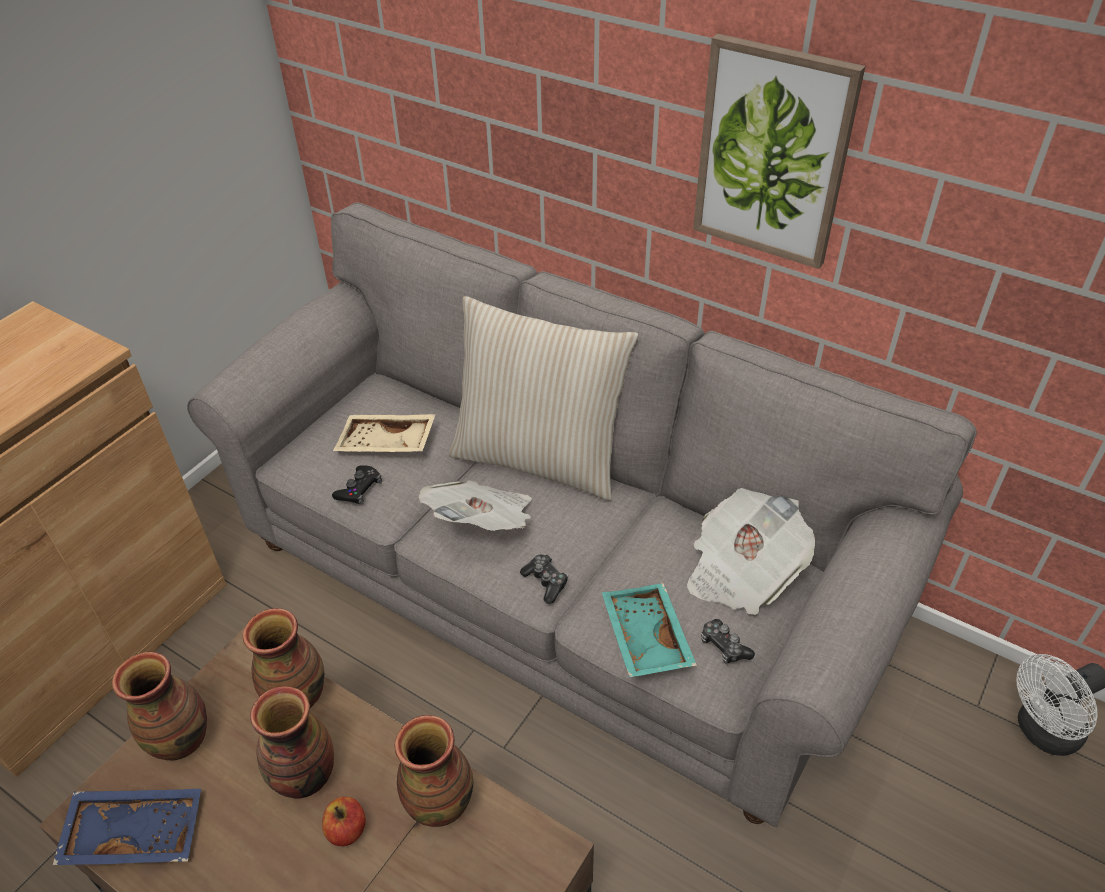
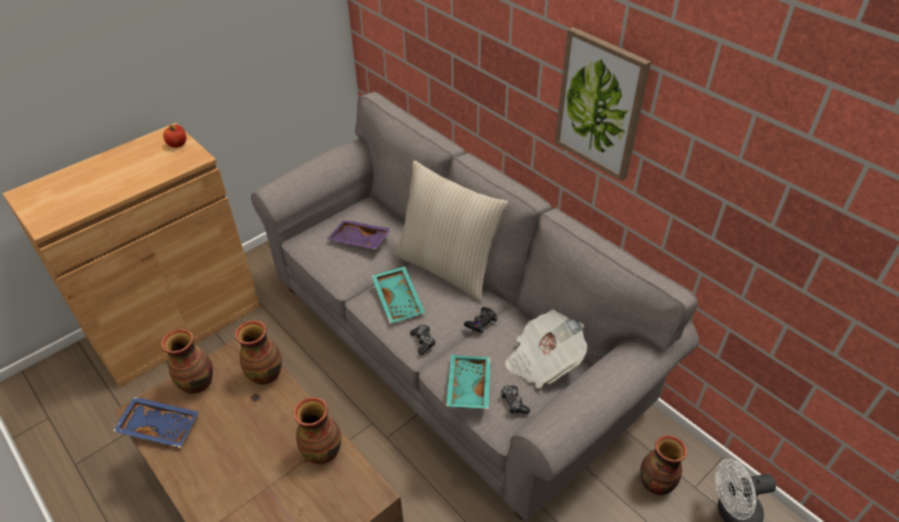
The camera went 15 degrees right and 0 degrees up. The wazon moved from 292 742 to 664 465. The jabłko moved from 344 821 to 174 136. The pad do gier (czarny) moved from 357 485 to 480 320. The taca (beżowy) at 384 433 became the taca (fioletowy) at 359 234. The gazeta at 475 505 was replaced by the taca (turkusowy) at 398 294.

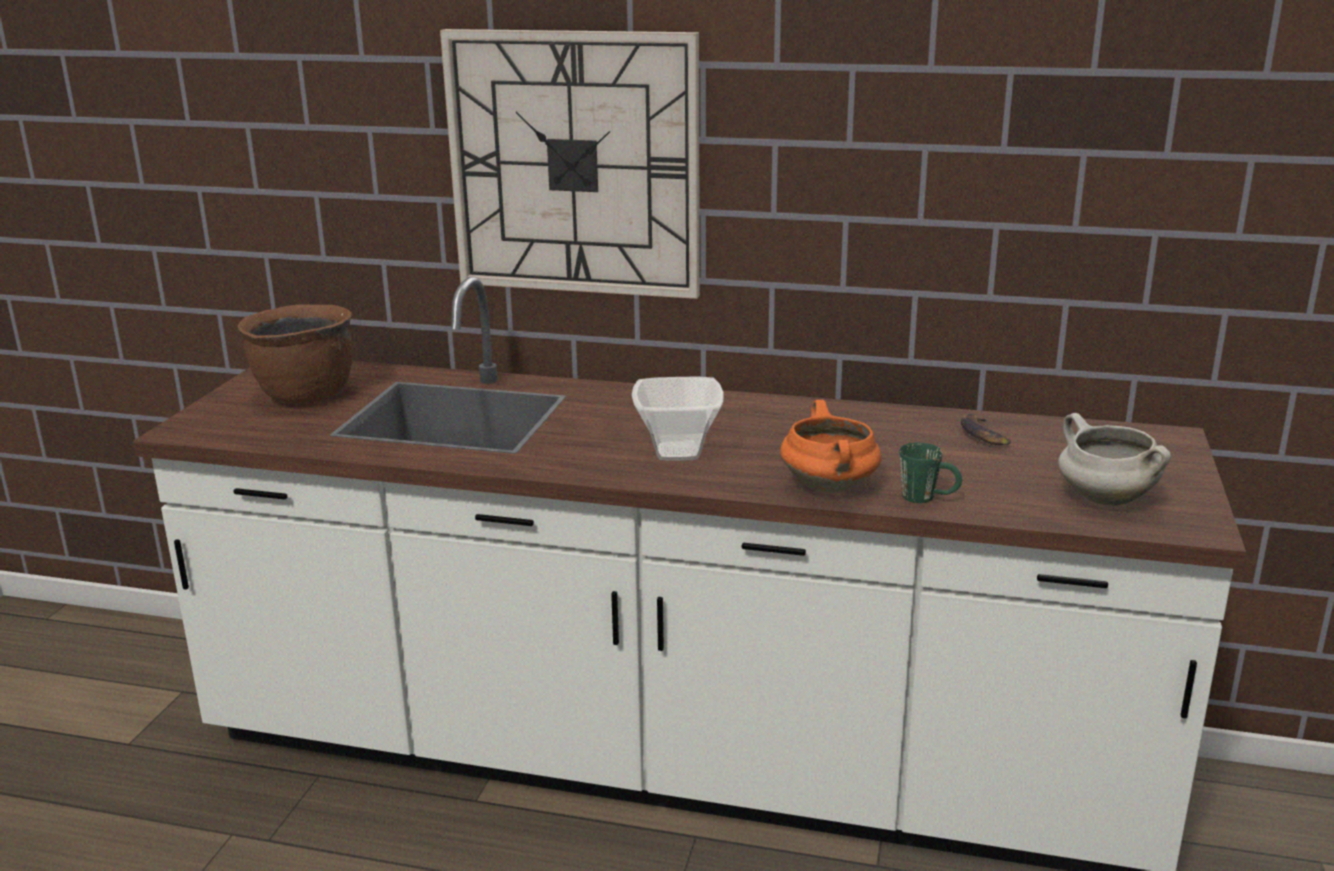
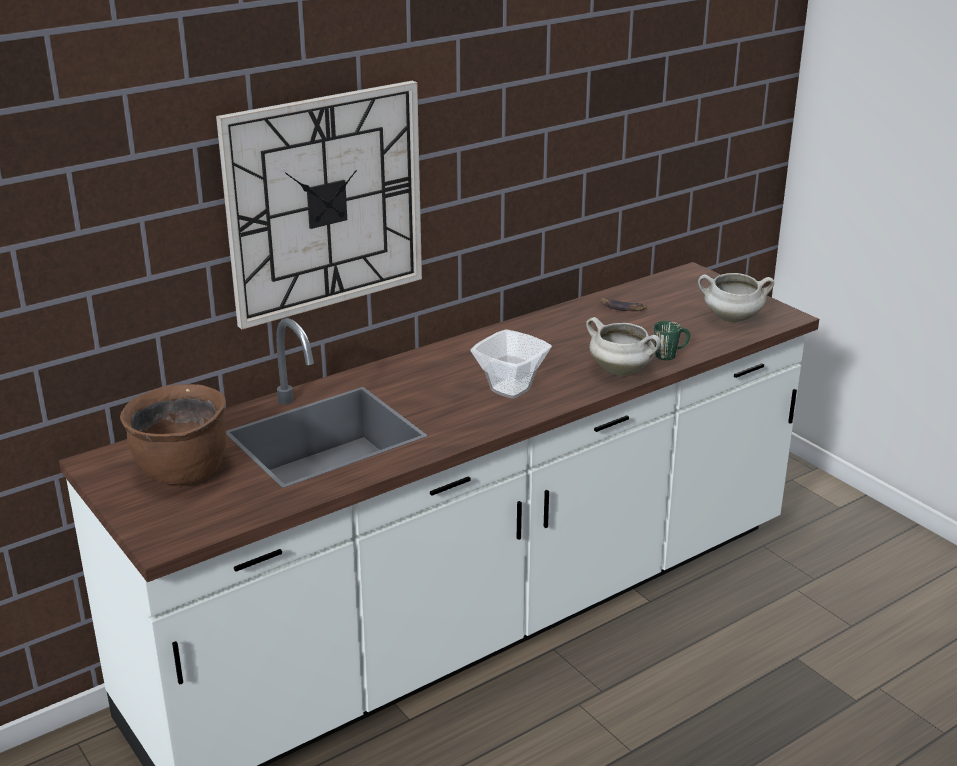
The camera went 50 degrees left and 5 degrees up. The garnek (pomarańczowy) at 830 446 became the garnek (biały) at 623 346.

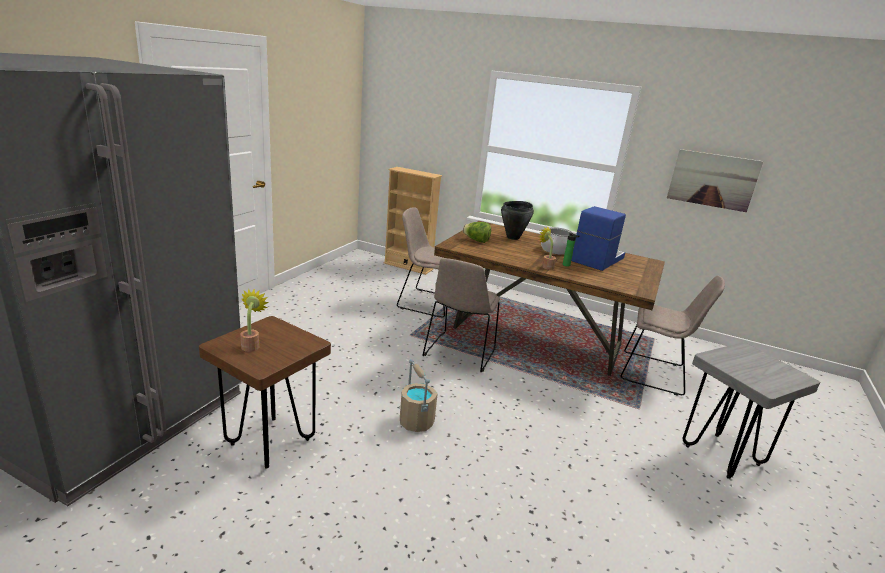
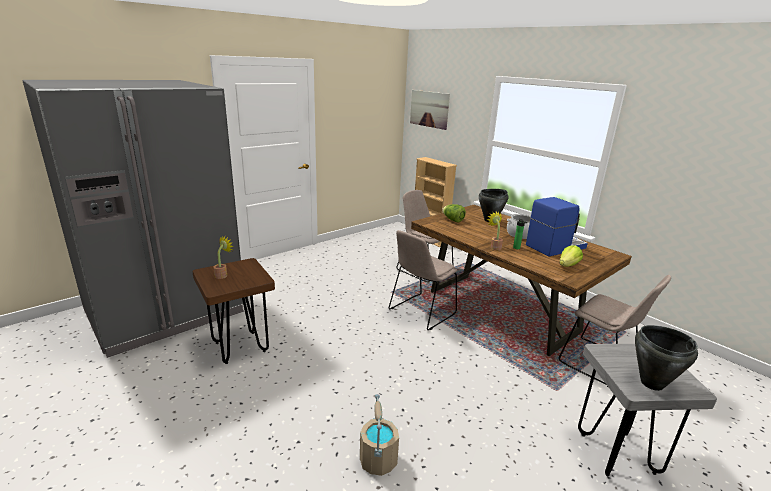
The camera went 25 degrees right and 0 degrees up. The wiadro (beżowy) moved from 419 395 to 379 435. The obraz moved from 715 180 to 430 110. The sałata at 571 256 appeared. The garnek (czarny) at 666 358 appeared.

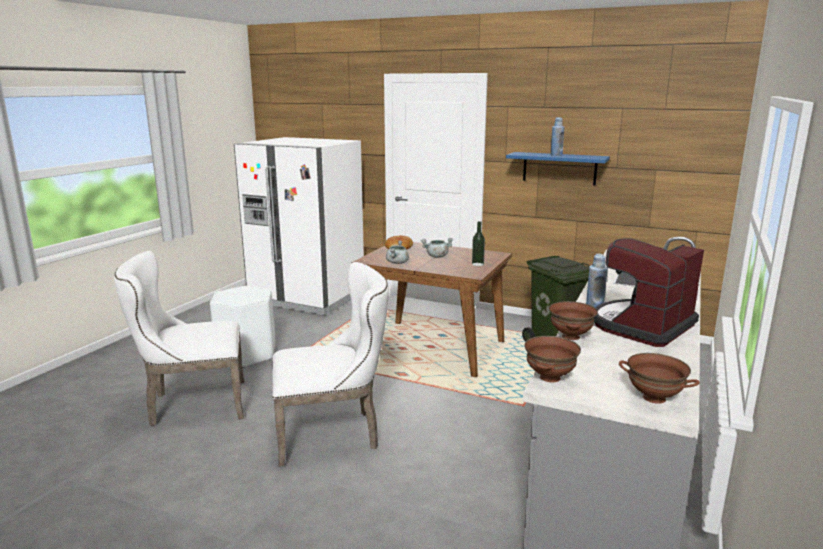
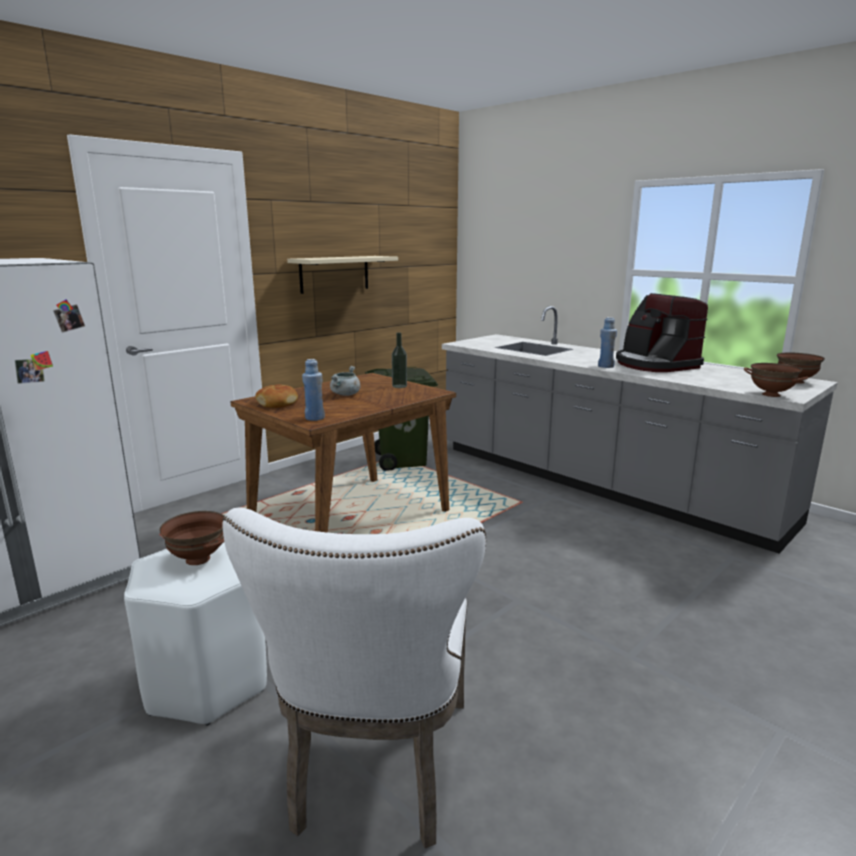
The camera went 70 degrees left and 0 degrees up. The krzesło (biały) at 331 364 disappeared. The garnek (szary) at 397 252 disappeared. The półka (niebieski) at 558 168 became the półka (beżowy) at 342 275. The miska (brązowy) moved from 573 320 to 191 538. The butelka (niebieski) moved from 557 136 to 313 390.

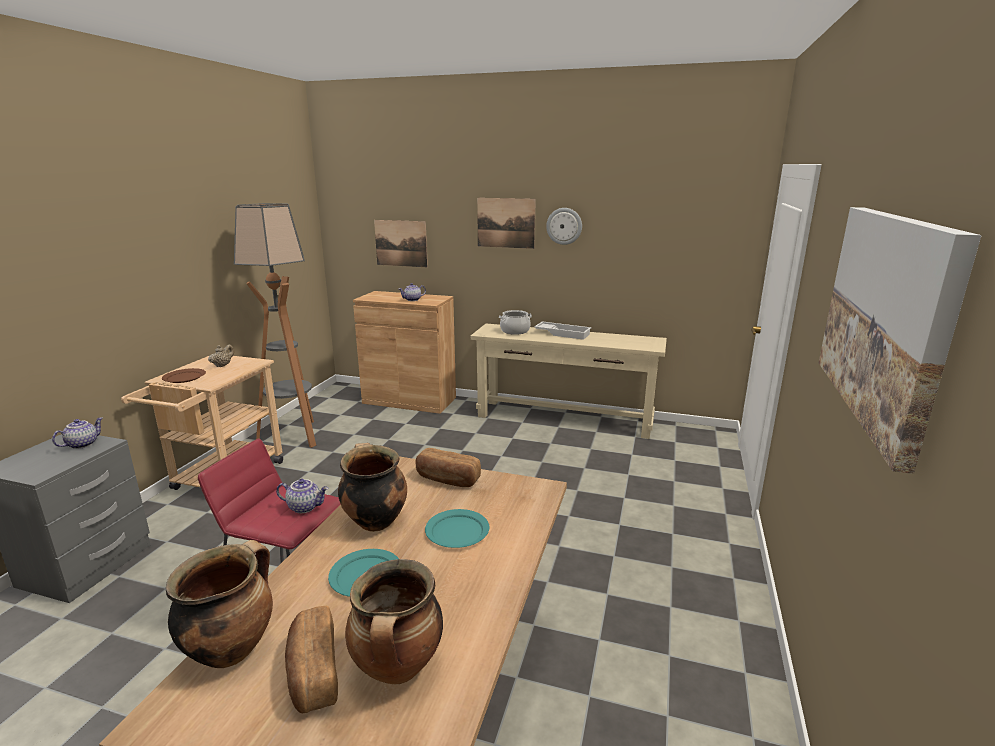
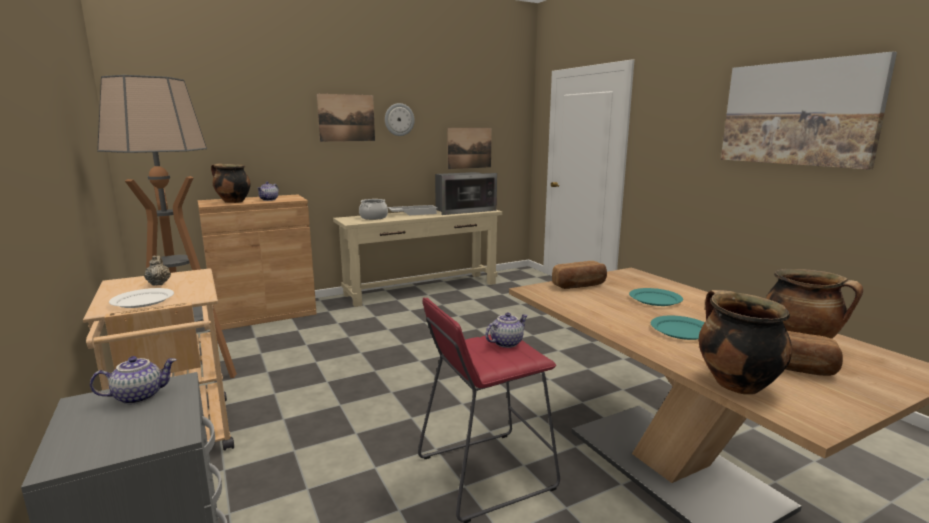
The camera went 45 degrees left and 5 degrees down. The imbryk at 77 433 turned 75 degrees clockwise. The talerz (brązowy) at 184 375 became the talerz (biały) at 141 298. The garnek moved from 372 487 to 230 183. The obraz moved from 401 243 to 469 148. The mikrofalówka at 466 193 appeared.

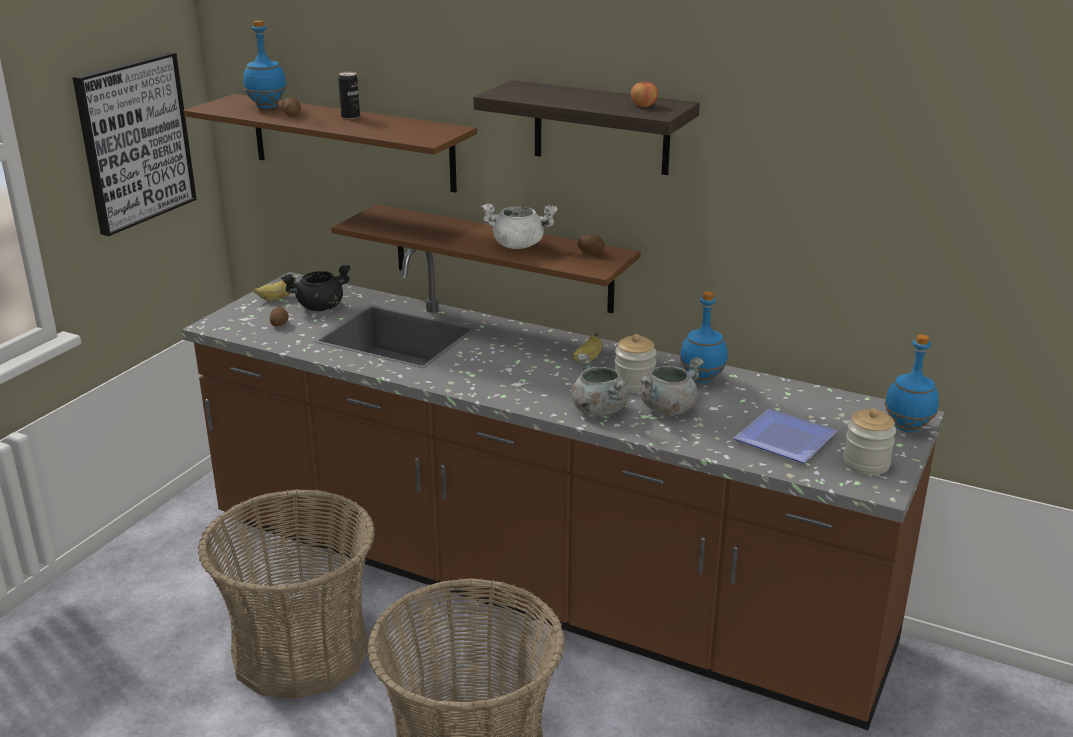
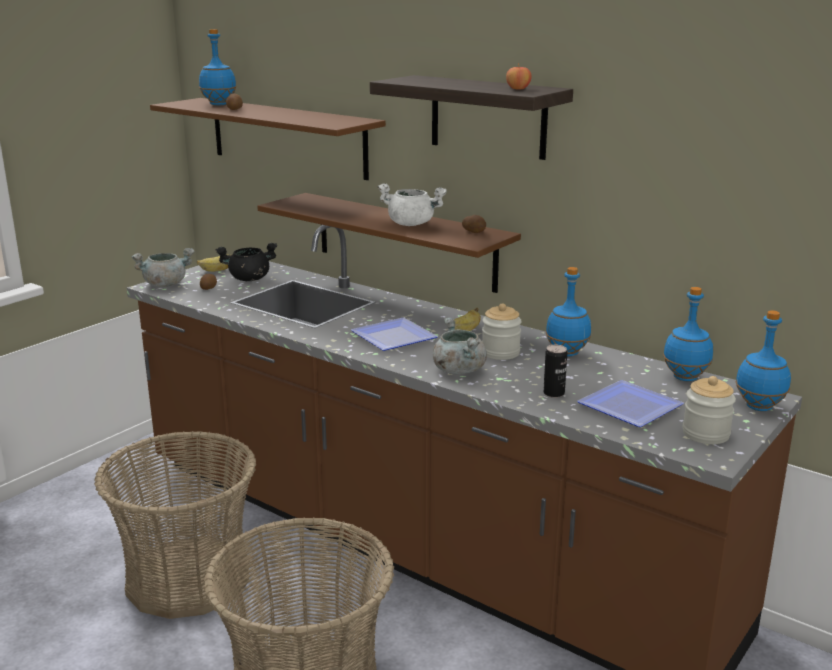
The camera went 10 degrees right and 5 degrees down. The obraz at 135 144 disappeared. The puszka moved from 349 95 to 555 371. The garnek (szary) moved from 672 386 to 163 267. The talerz at 394 334 appeared. The butelka (niebieski) at 688 334 appeared.

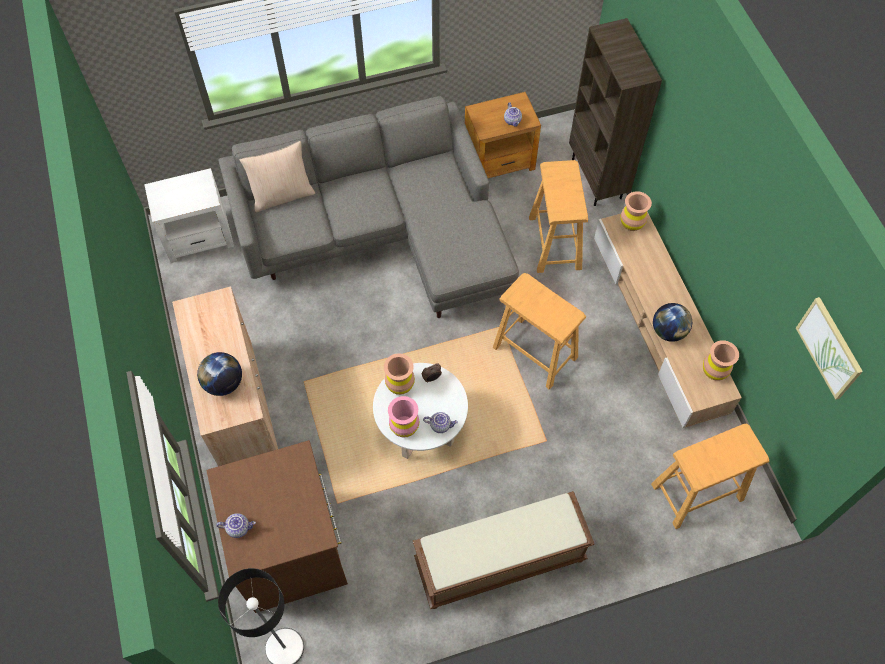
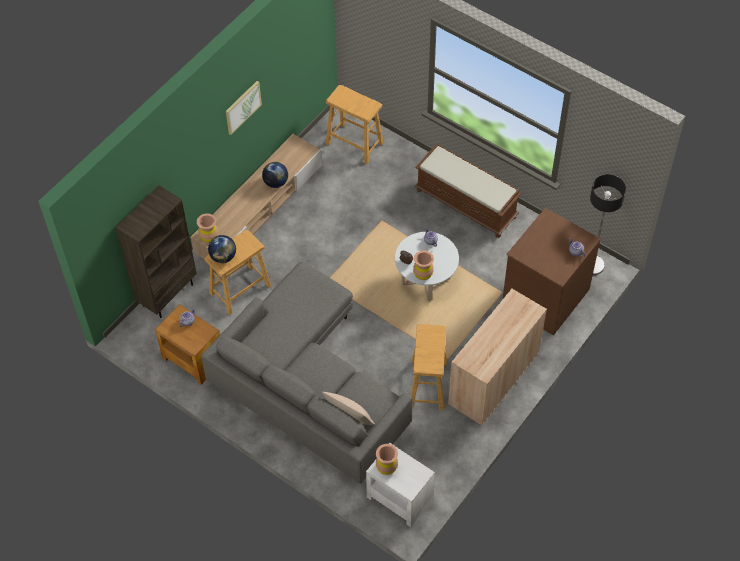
The camera went 125 degrees left and 5 degrees down. The globus moved from 219 374 to 222 249. The wazon (różowy) at 403 417 disappeared. The stołek (beżowy) moved from 539 331 to 429 367. The wazon (brązowy) moved from 721 360 to 387 459. The obraz moved from 829 348 to 244 108.

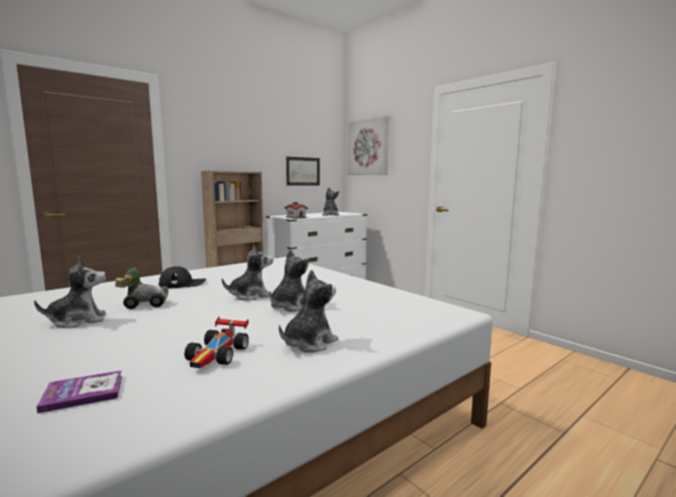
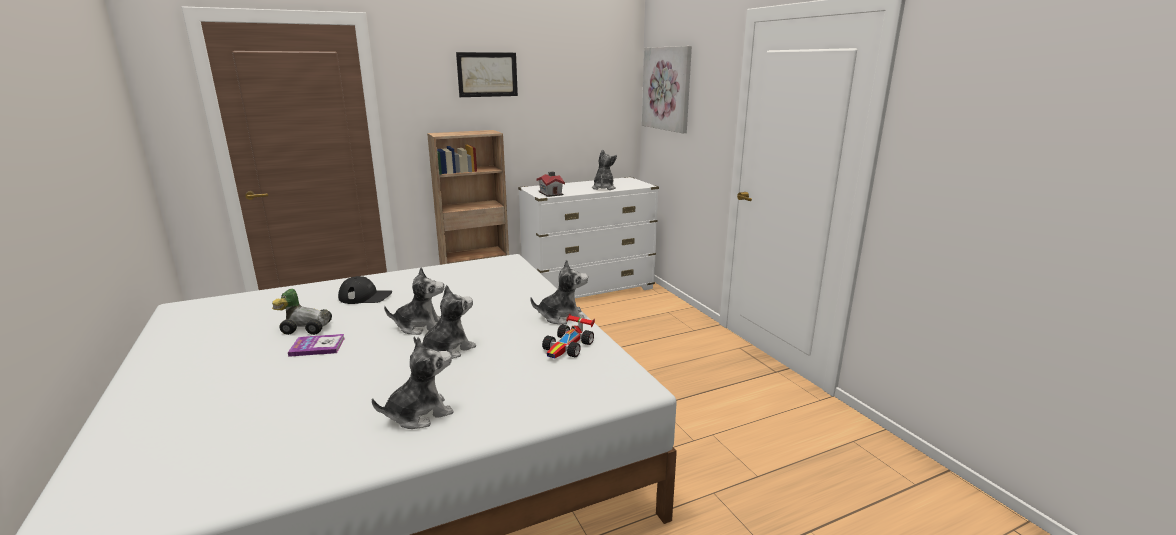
The camera went 15 degrees right and 10 degrees up. The pluszak moved from 70 292 to 559 292. The książka moved from 79 391 to 316 345. The samochodzik moved from 216 342 to 568 335. The obraz moved from 303 171 to 487 74.

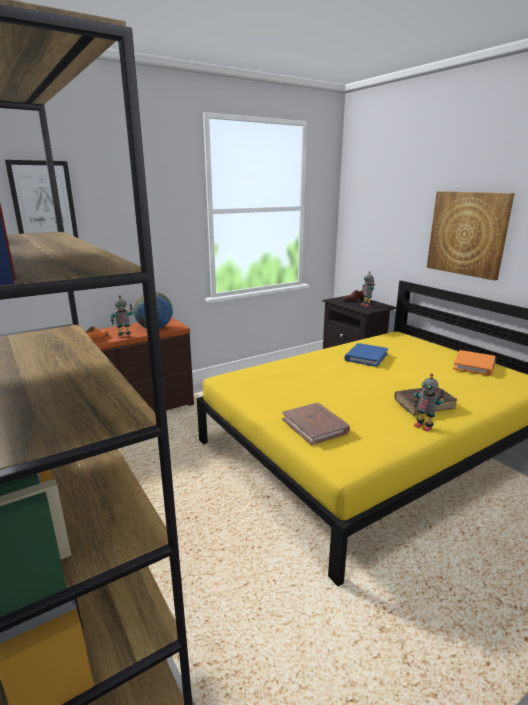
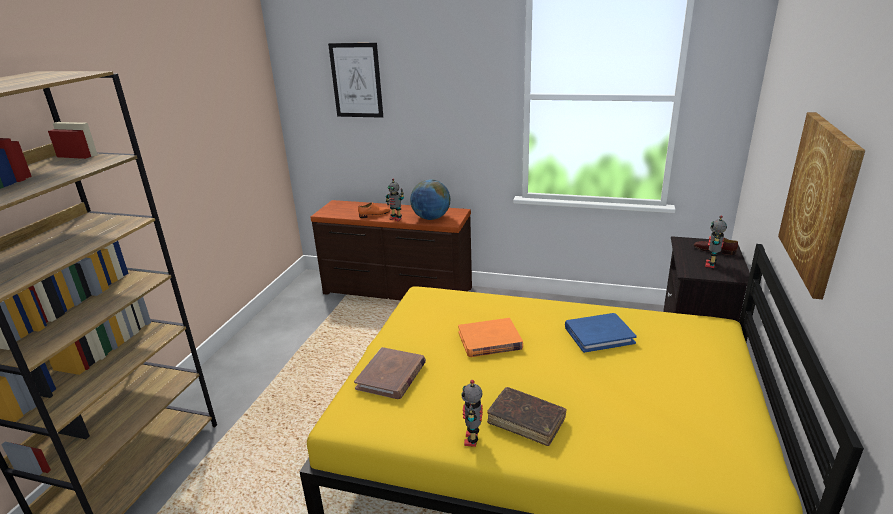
The camera went 50 degrees right and 5 degrees up. The książka (pomarańczowy) moved from 474 363 to 490 337.

